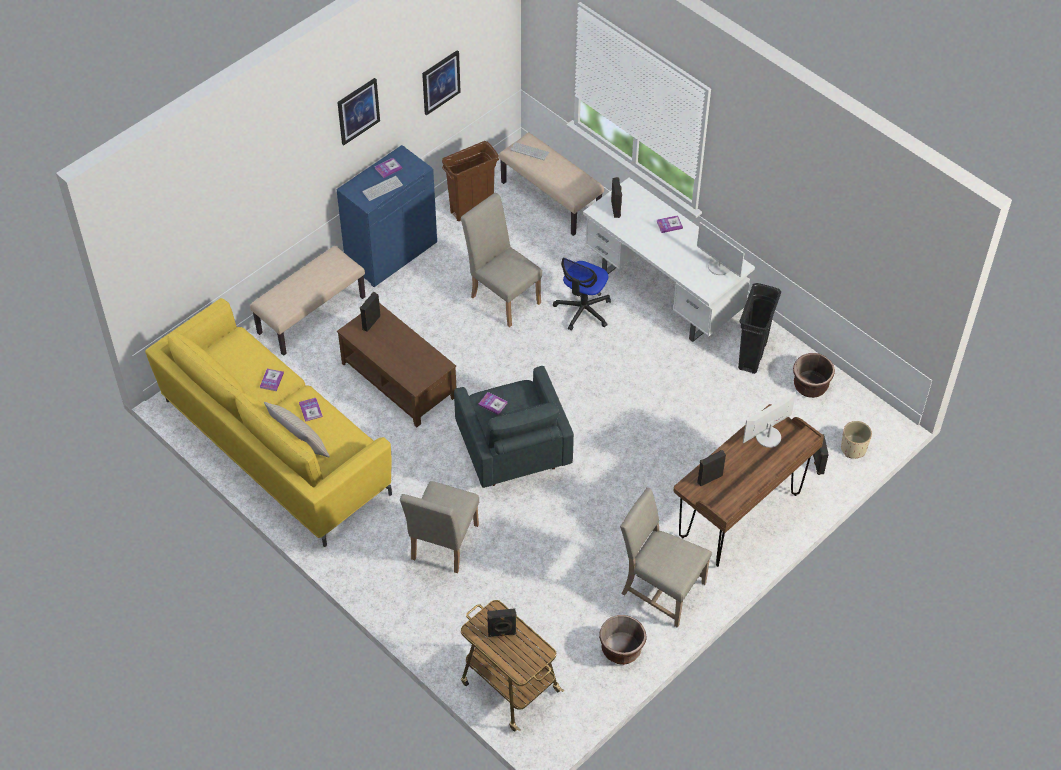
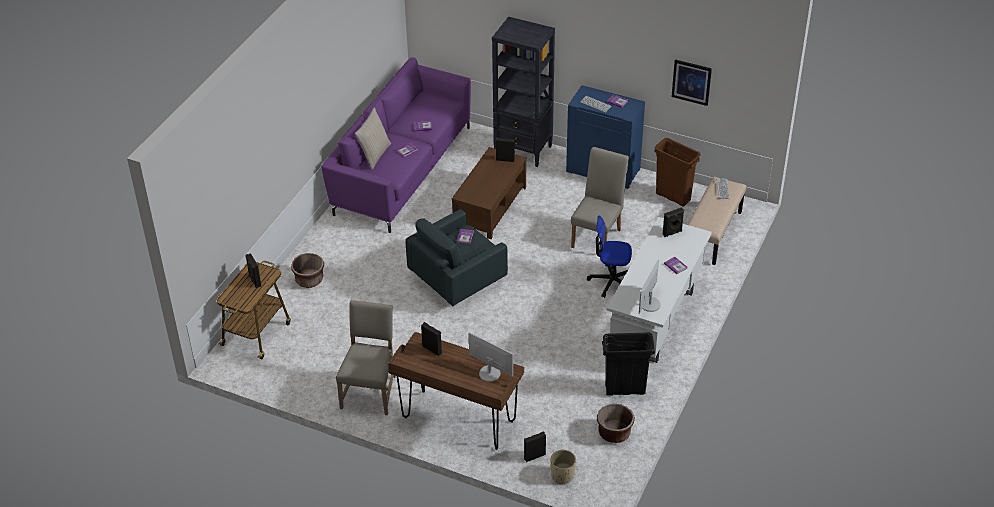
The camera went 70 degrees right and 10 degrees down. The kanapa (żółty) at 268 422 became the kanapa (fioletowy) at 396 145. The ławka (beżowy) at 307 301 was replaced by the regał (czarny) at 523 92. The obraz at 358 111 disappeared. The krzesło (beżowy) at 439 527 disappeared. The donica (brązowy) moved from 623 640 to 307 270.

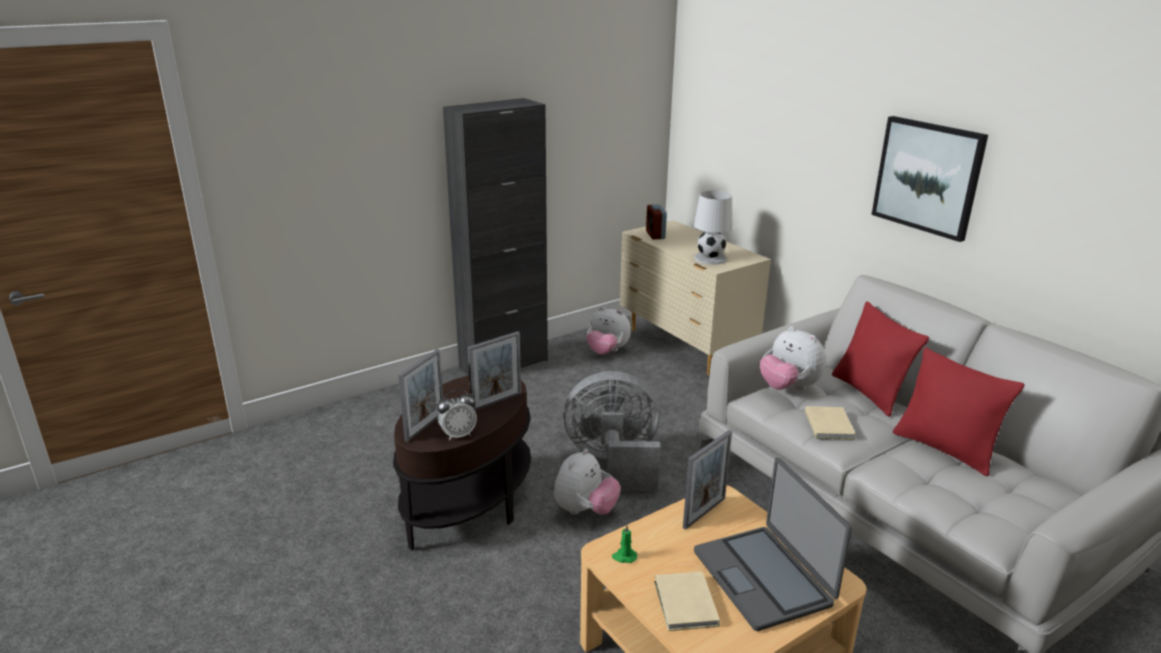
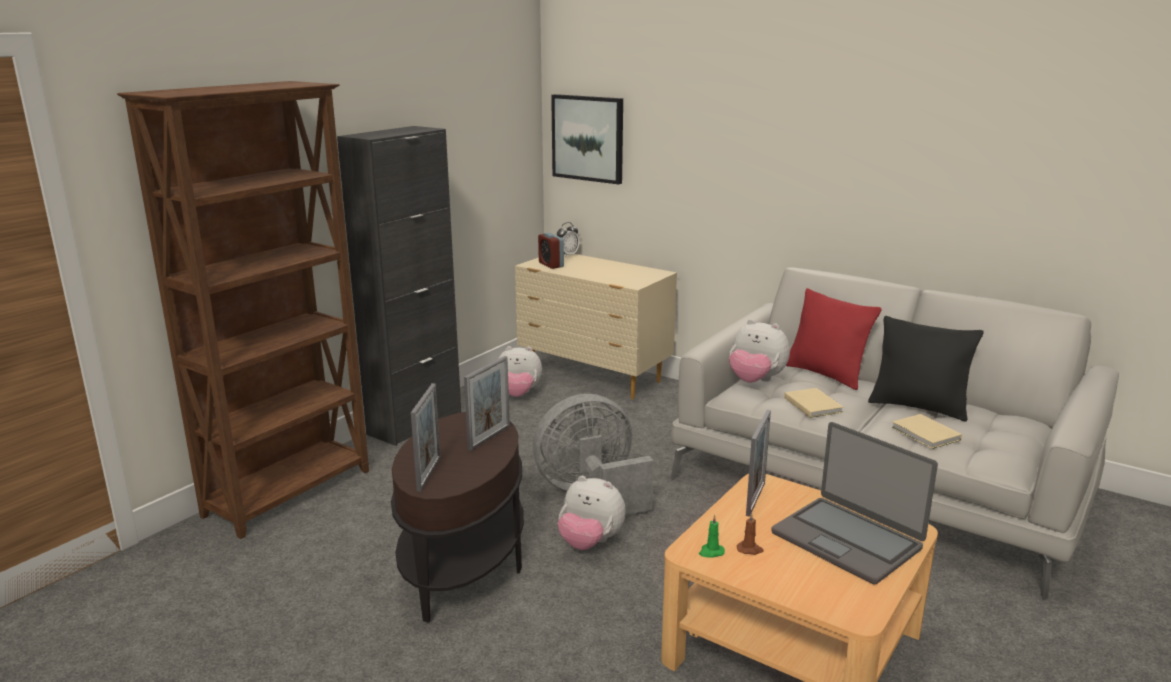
The camera went 20 degrees left and 5 degrees down. The budzik moved from 457 415 to 568 239. The pluszak at 587 482 turned 105 degrees clockwise. The książka (beżowy) moved from 687 601 to 926 431. The lampa stołowa (biały) at 713 228 disappeared. The obraz moved from 930 179 to 587 139. The poduszka (czerwony) at 959 411 became the poduszka (czarny) at 926 368. The regał (brązowy) at 243 310 appeared. The świeca (brązowy) at 750 534 appeared.

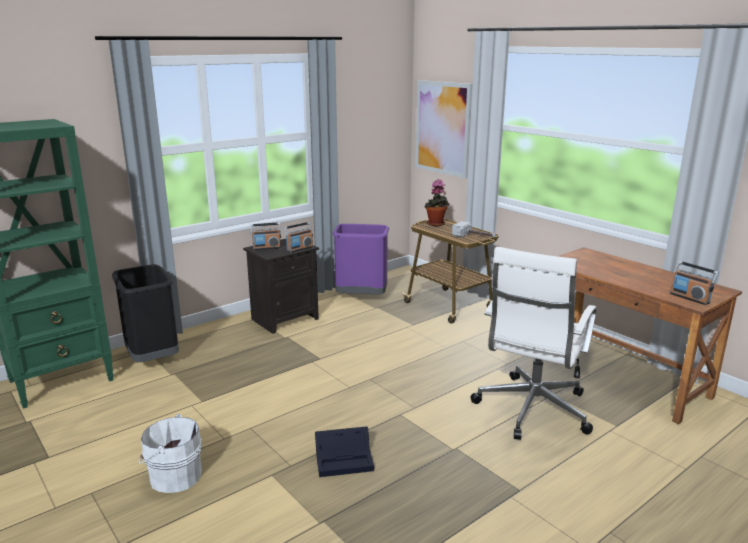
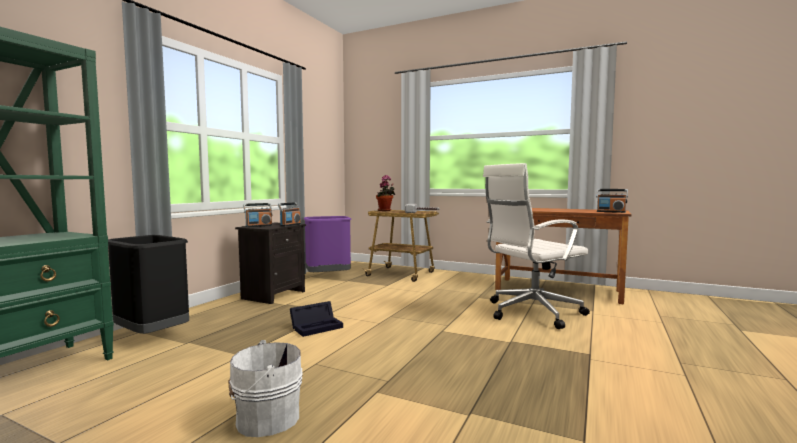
The camera went 25 degrees left and 15 degrees down. The pojemnik do przechowywania (czarny) moved from 344 451 to 316 319. The obraz at 444 129 disappeared. The krzesło biurowe (biały) at 533 343 turned 60 degrees clockwise.

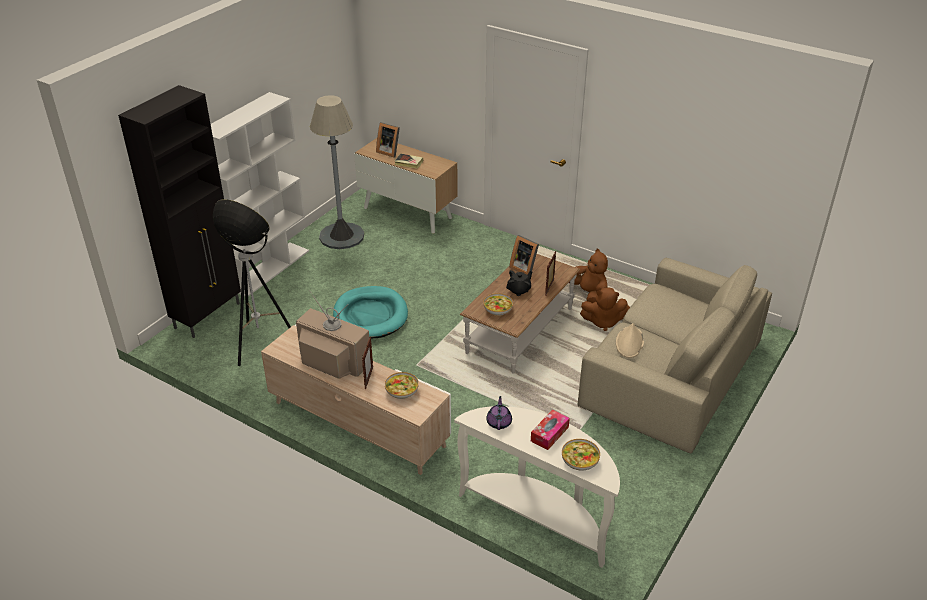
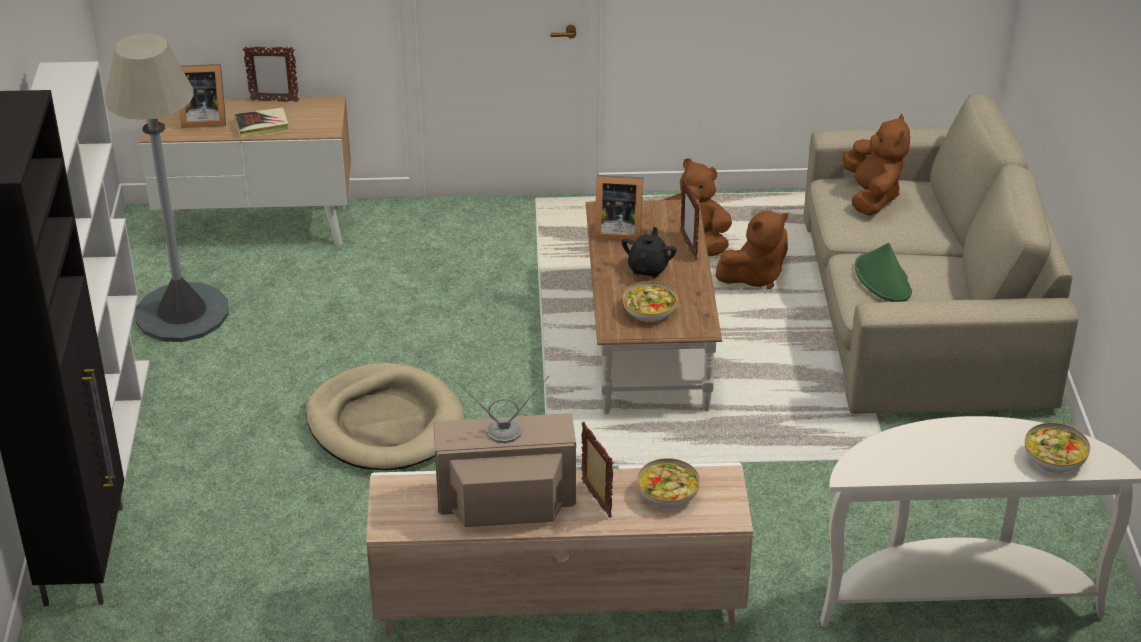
The camera went 35 degrees left and 0 degrees up. The lampa stojąca at 252 282 disappeared. The legowisko (turkusowy) at 370 312 became the legowisko (beżowy) at 385 416. The imbryk (fioletowy) at 499 413 disappeared. The pudełko chusteczek at 550 430 disappeared. The kapelusz (beżowy) at 630 340 became the kapelusz (zielony) at 883 272. The ramka na zdjęcie at 271 74 appeared. The pluszak (brązowy) at 876 165 appeared.

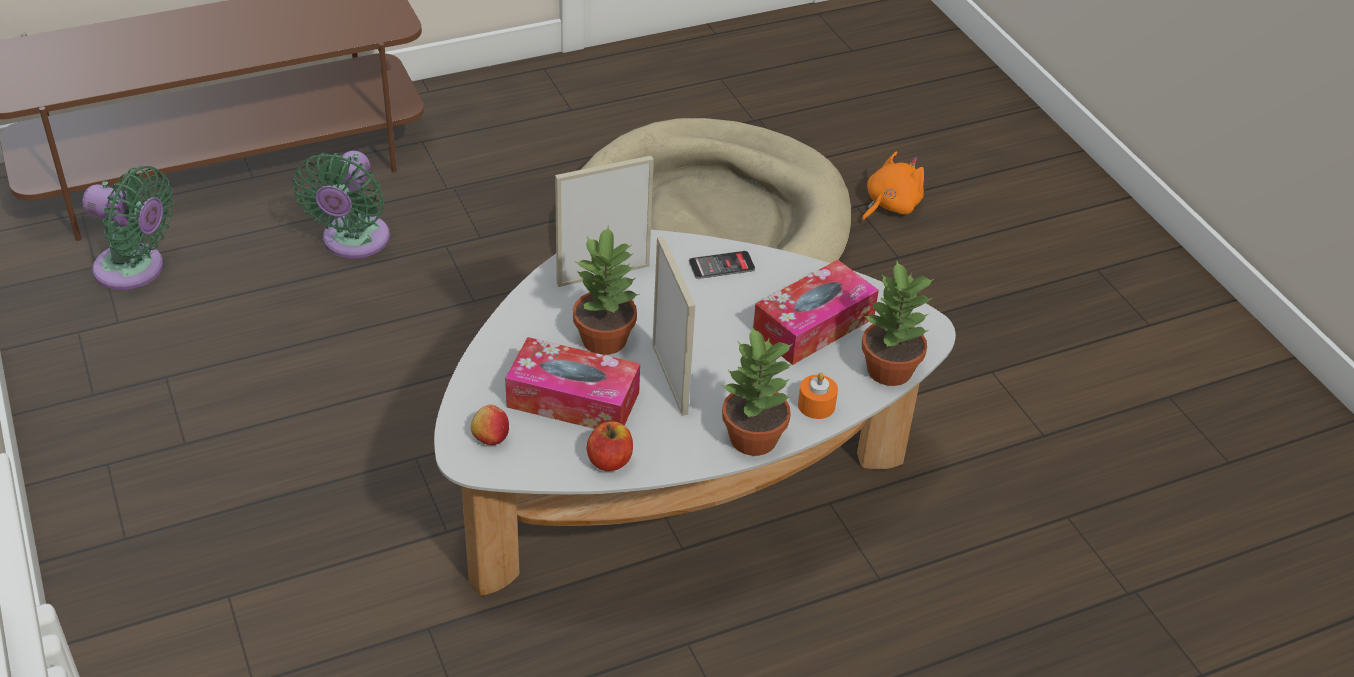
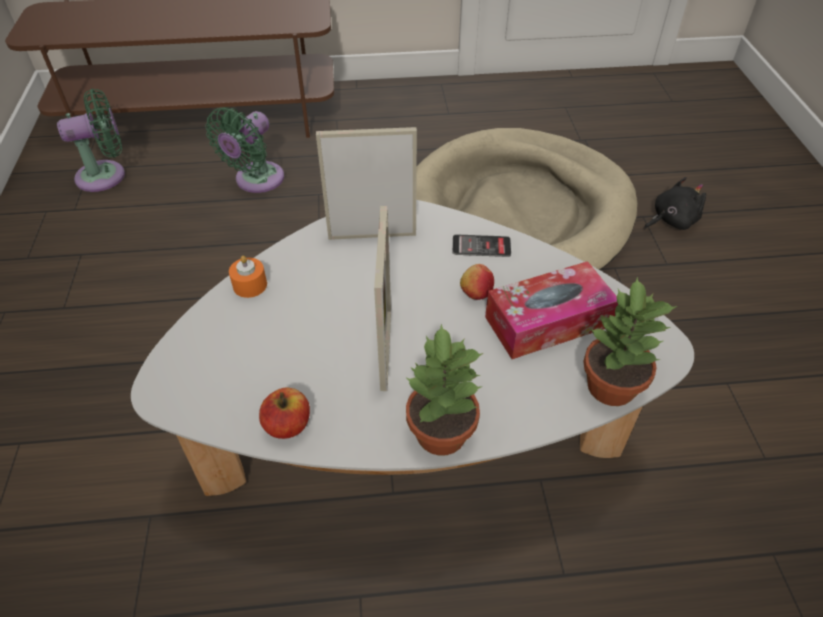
The camera went 20 degrees right and 5 degrees up. The wentylator (zielony) at 128 228 turned 60 degrees counterclockwise. The jabłko moved from 490 425 to 477 282. The pudełko chusteczek at 572 383 disappeared. The roślina doniczkowa at 606 290 disappeared. The świeca (pomarańczowy) moved from 818 396 to 248 276. The pluszak (pomarańczowy) at 893 186 became the pluszak (czarny) at 675 203.

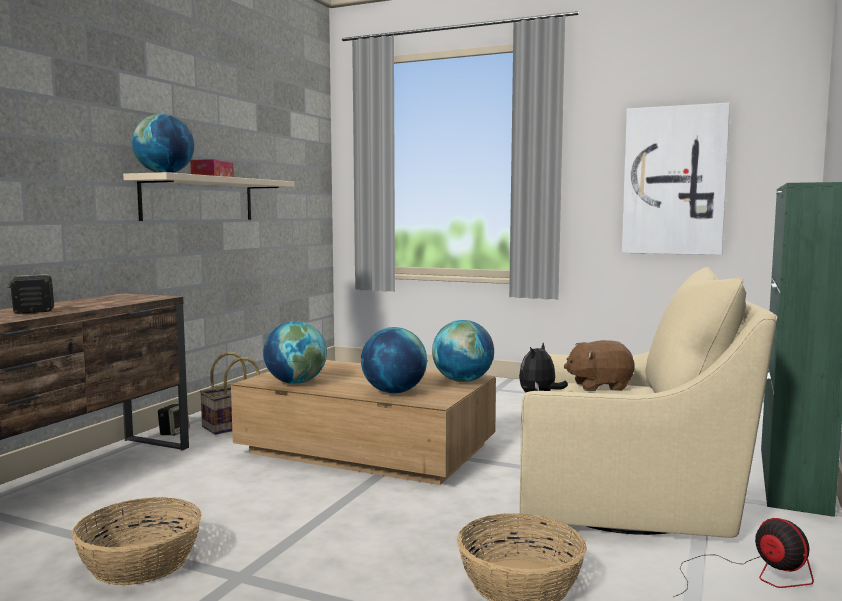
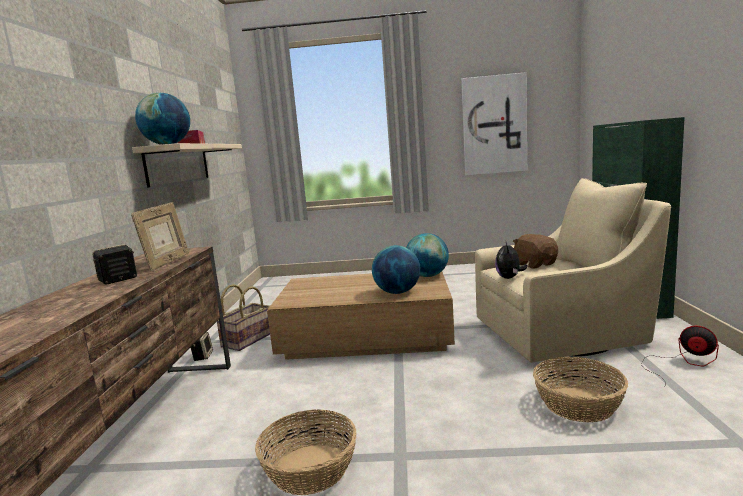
The camera went 20 degrees left and 5 degrees up. The globus at 295 352 disappeared. The pluszak (brązowy) at 599 365 turned 90 degrees clockwise. The ramka na zdjęcie at 160 236 appeared.

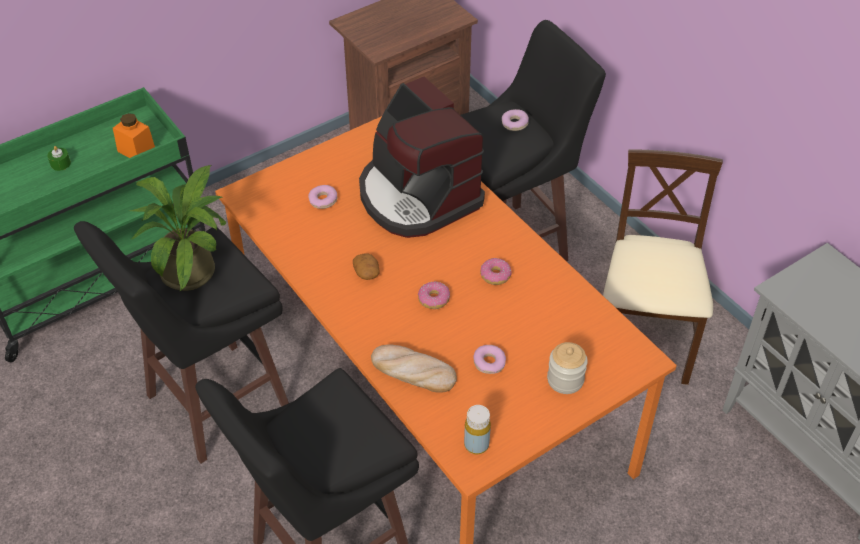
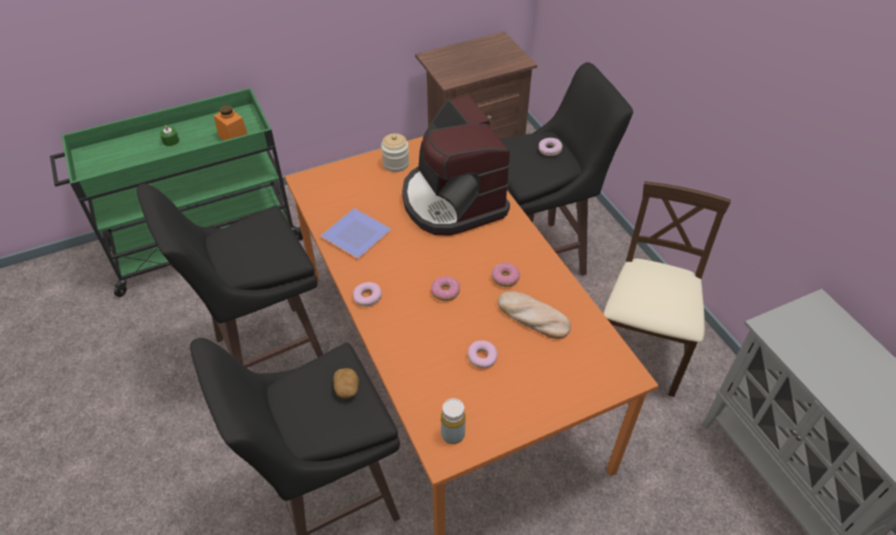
The camera went 10 degrees right and 0 degrees up. The roślina doniczkowa at 178 228 disappeared. The donut moved from 322 197 to 367 294. The ziemniak moved from 366 266 to 346 383. The chleb moved from 414 368 to 534 315. The słoik moved from 567 368 to 395 152. The talerz at 356 233 appeared.

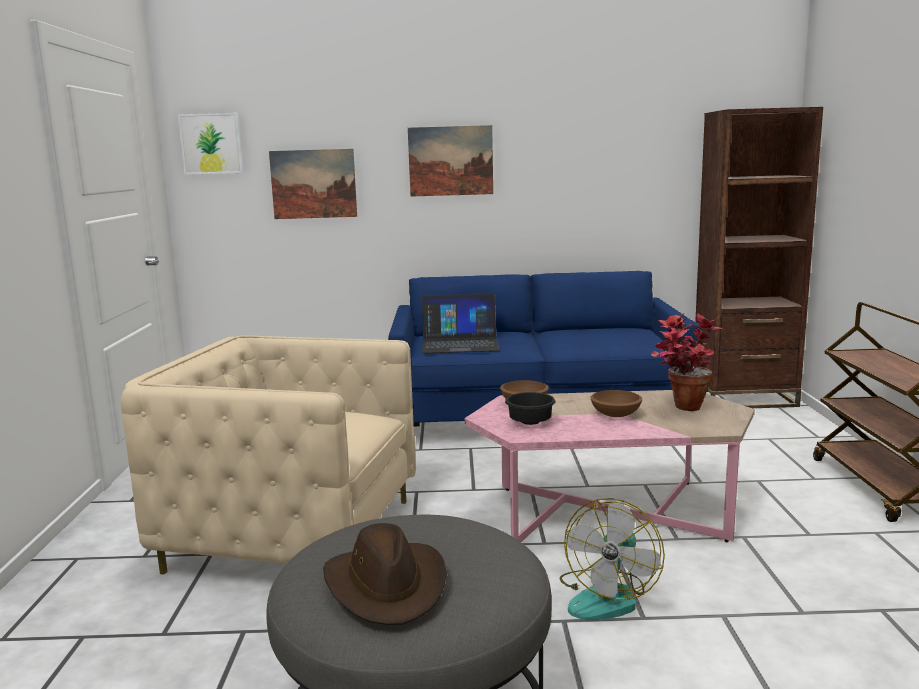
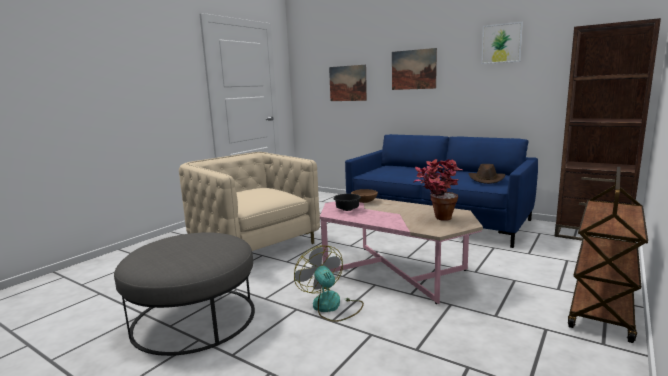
The camera went 35 degrees right and 0 degrees up. The obraz moved from 210 144 to 502 43. The kapelusz (brązowy) moved from 385 574 to 487 174. The laptop at 460 323 disappeared. The wentylator at 612 559 turned 90 degrees clockwise. The miska (brązowy) at 616 403 disappeared.

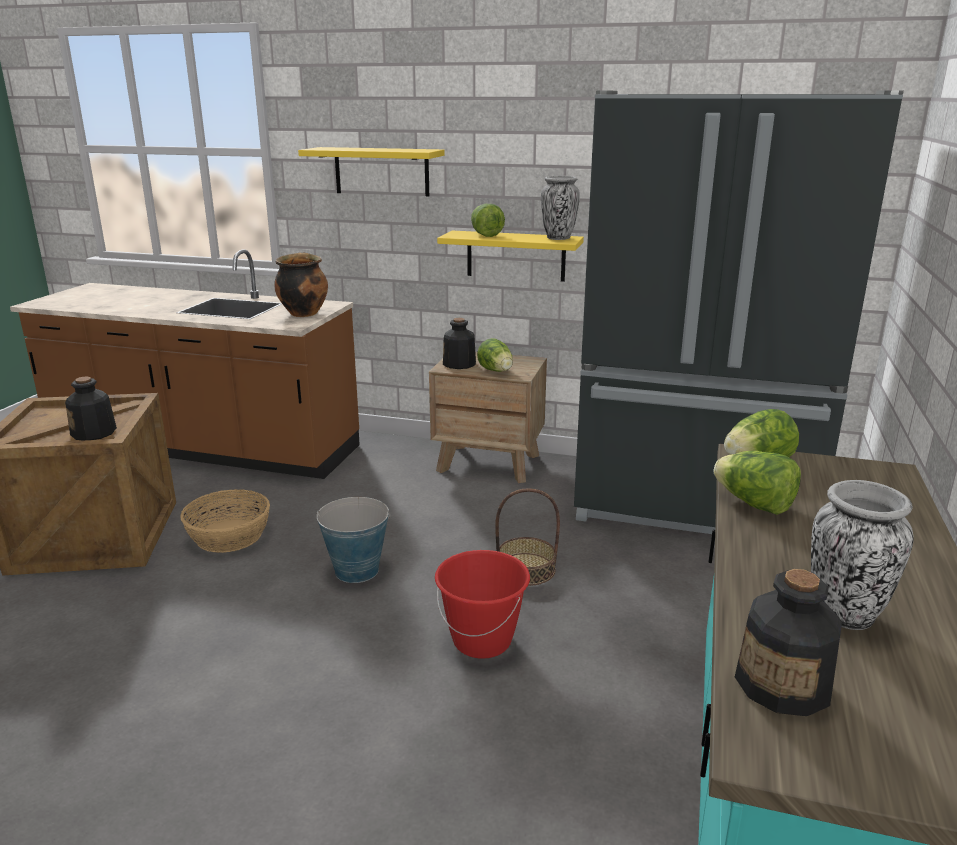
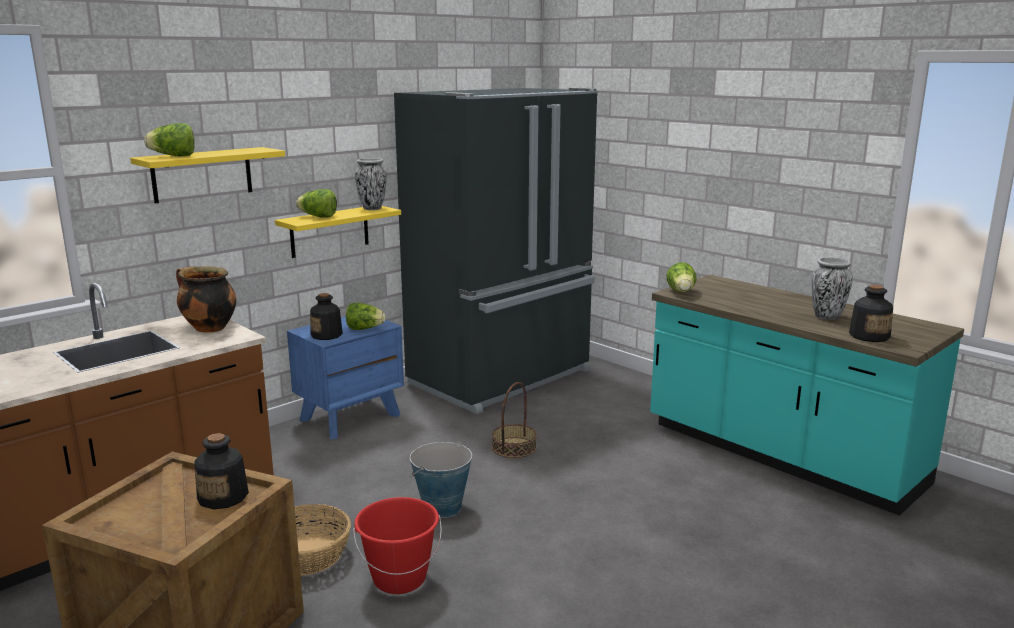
The camera went 60 degrees left and 5 degrees down. The szafka nocna (brązowy) at 488 417 became the szafka nocna (niebieski) at 345 377. The wiadro (czerwony) moved from 482 604 to 397 545. The sałata moved from 757 483 to 169 139.

